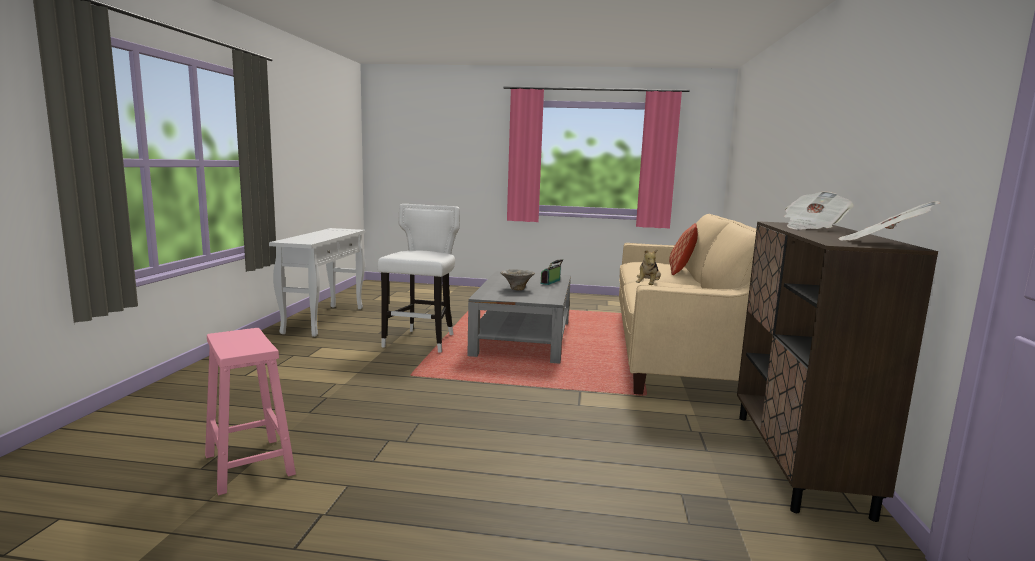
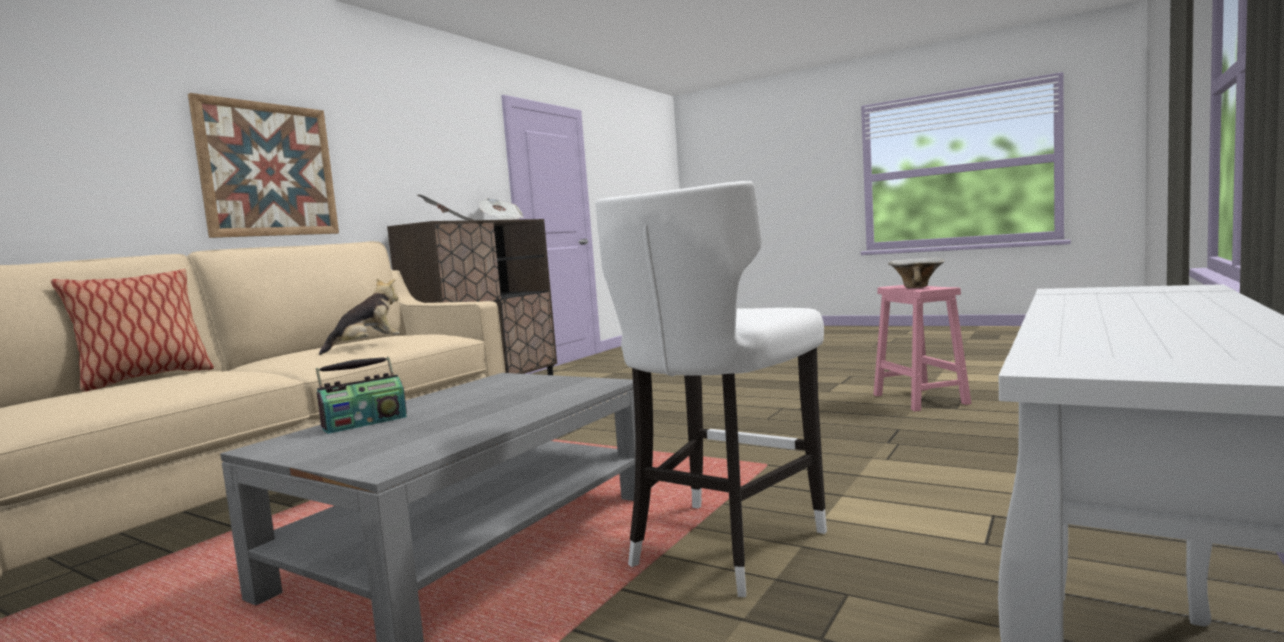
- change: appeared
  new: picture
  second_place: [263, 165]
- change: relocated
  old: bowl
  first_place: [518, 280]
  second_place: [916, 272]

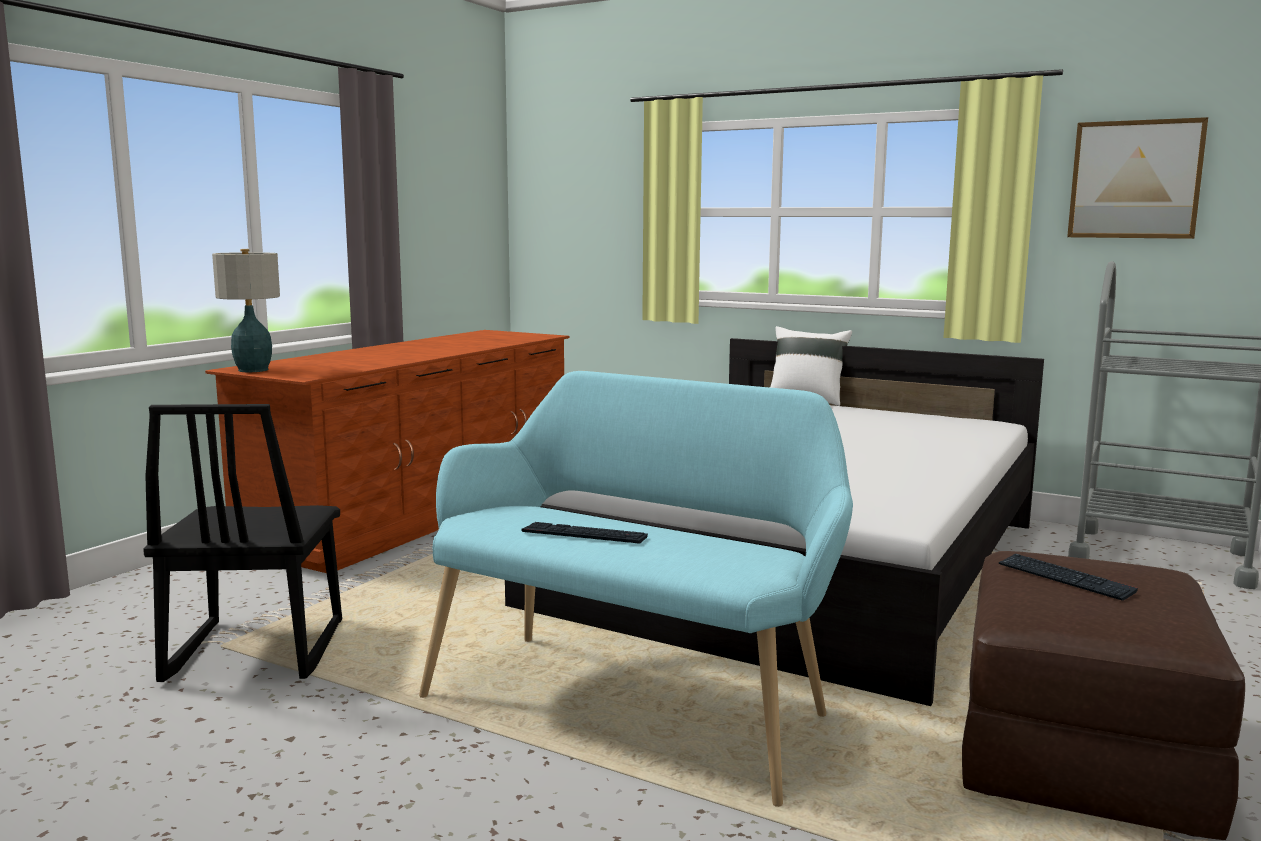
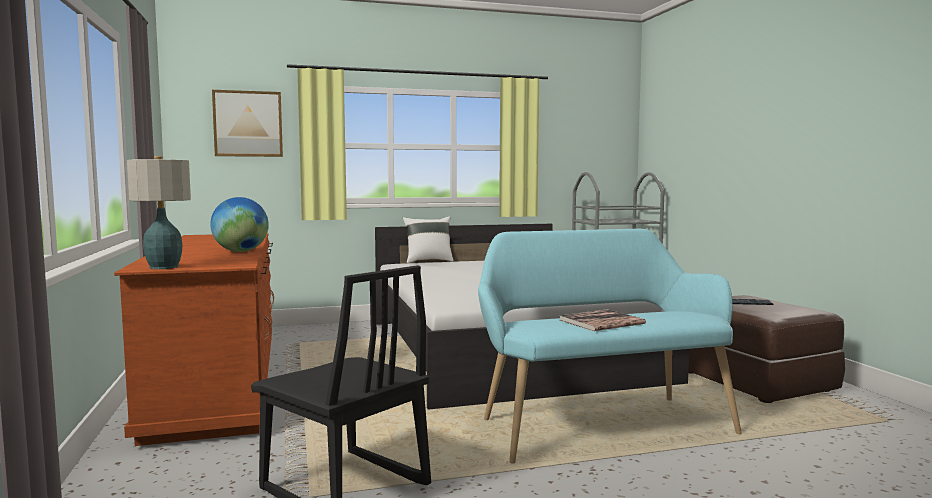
- change: appeared
  new: globe
  second_place: [239, 224]
- change: relocated
  old: picture
  first_place: [1137, 178]
  second_place: [247, 123]
- change: exchanged
  old: keyboard
  new: book
  first_place: [585, 533]
  second_place: [602, 320]

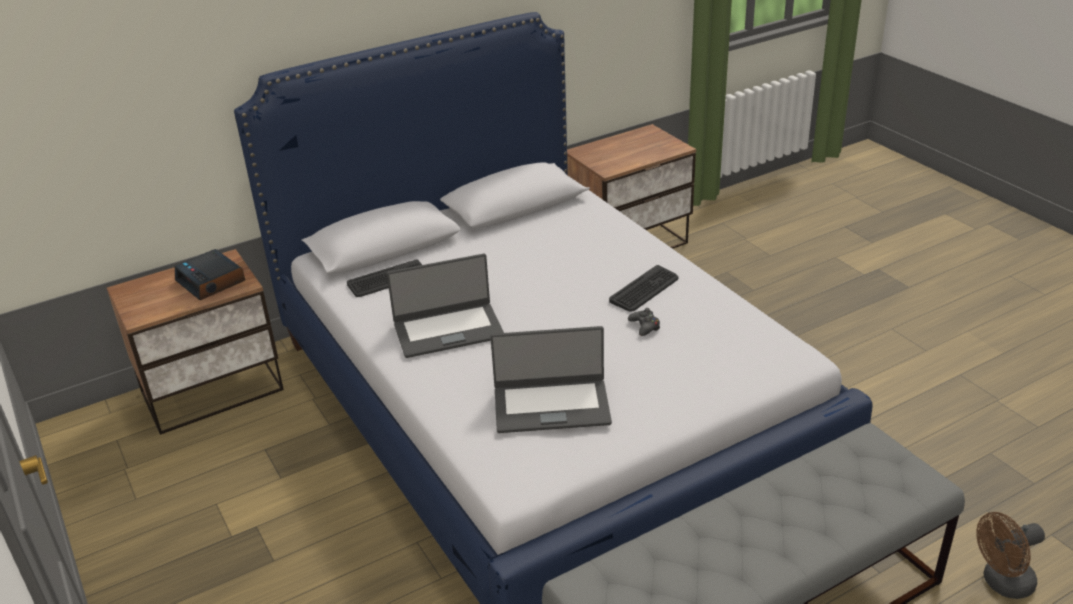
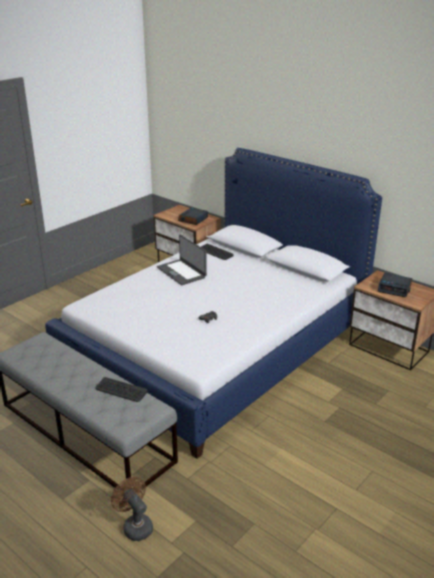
- change: relocated
  old: keyboard
  first_place: [643, 288]
  second_place: [122, 389]
- change: appeared
  new: alarm clock
  second_place: [395, 285]
- change: missing
  old: laptop
  first_place: [551, 379]

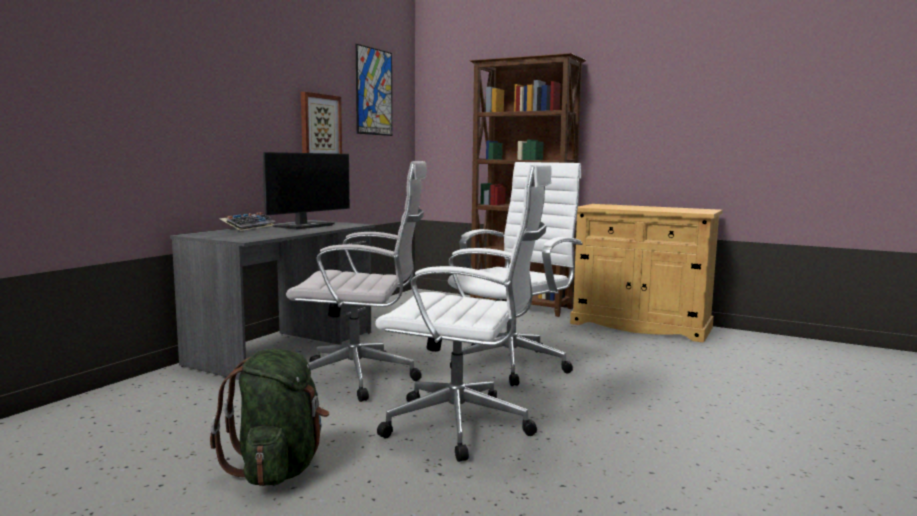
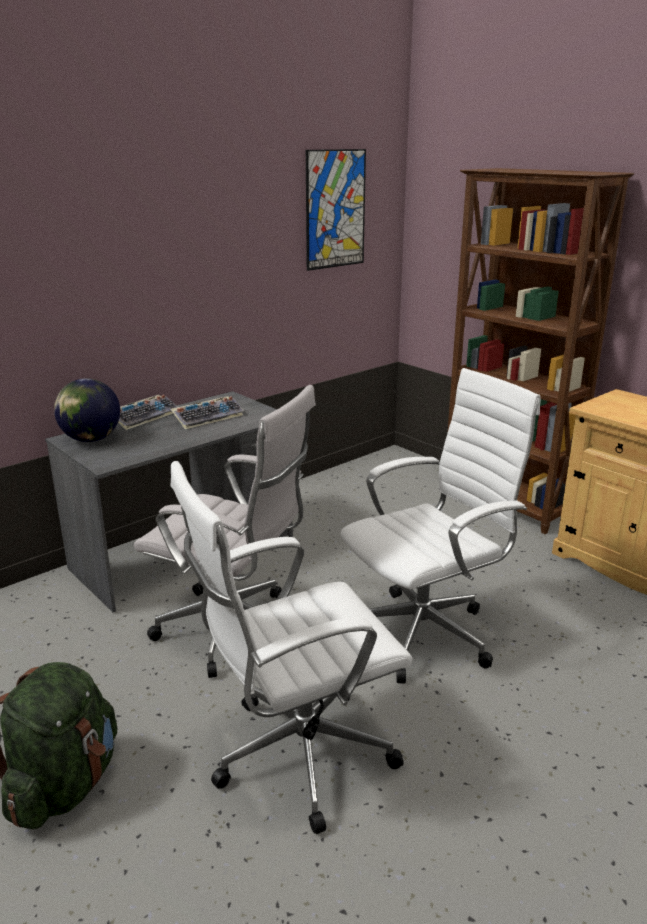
- change: appeared
  new: globe
  second_place: [87, 410]
- change: spun
  old: office chair (white)
  first_place: [463, 312]
  second_place: [291, 647]
  degrees: 120
- change: exchanged
  old: monitor
  new: keyboard
  first_place: [306, 191]
  second_place: [207, 412]
- change: missing
  old: picture
  first_place: [321, 123]

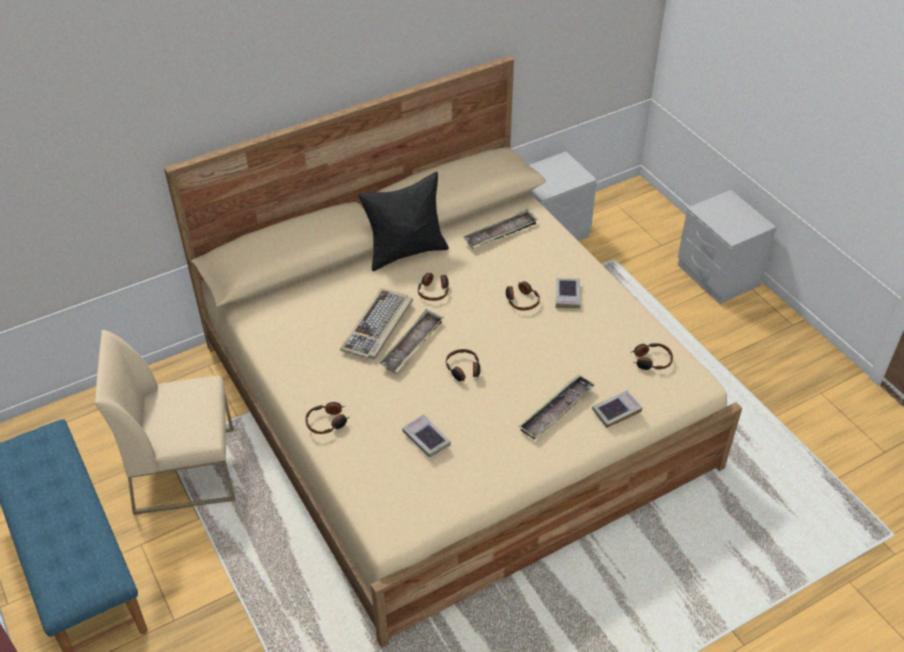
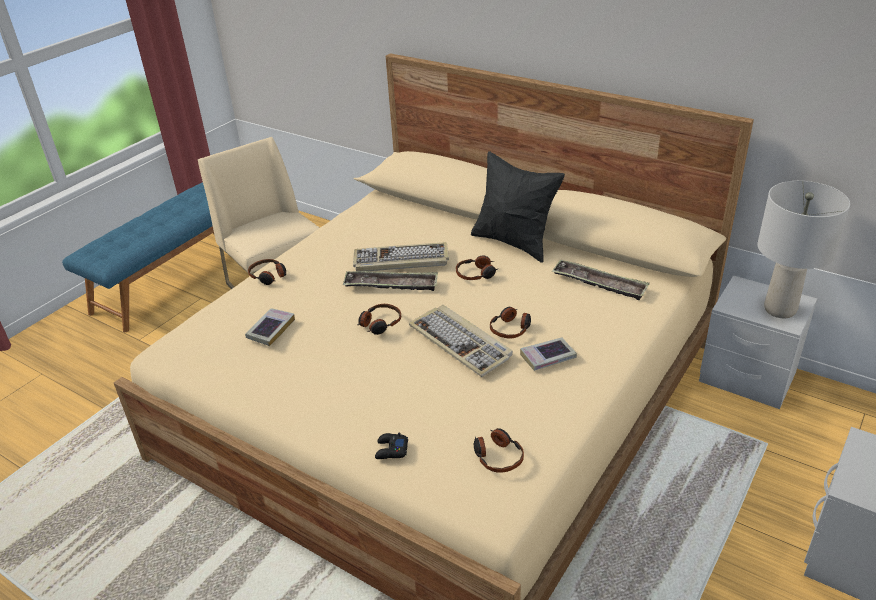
- change: exchanged
  old: book
  new: game controller (black)
  first_place: [617, 409]
  second_place: [391, 445]
- change: appeared
  new: keyboard
  second_place: [461, 341]
- change: appeared
  new: table lamp (grey)
  second_place: [803, 249]
- change: missing
  old: tray
  first_place: [557, 406]

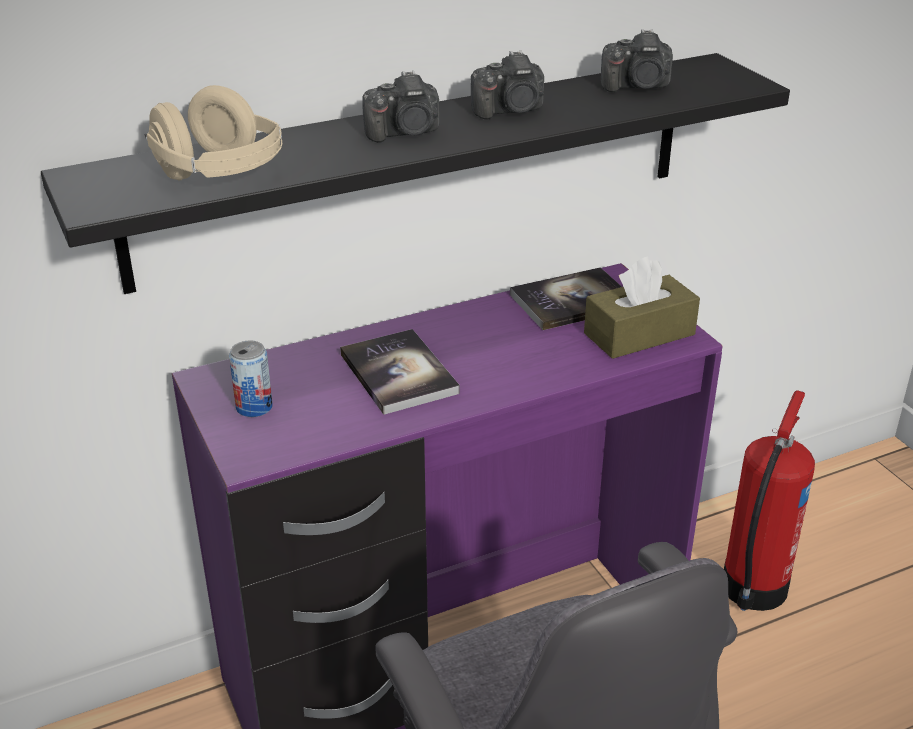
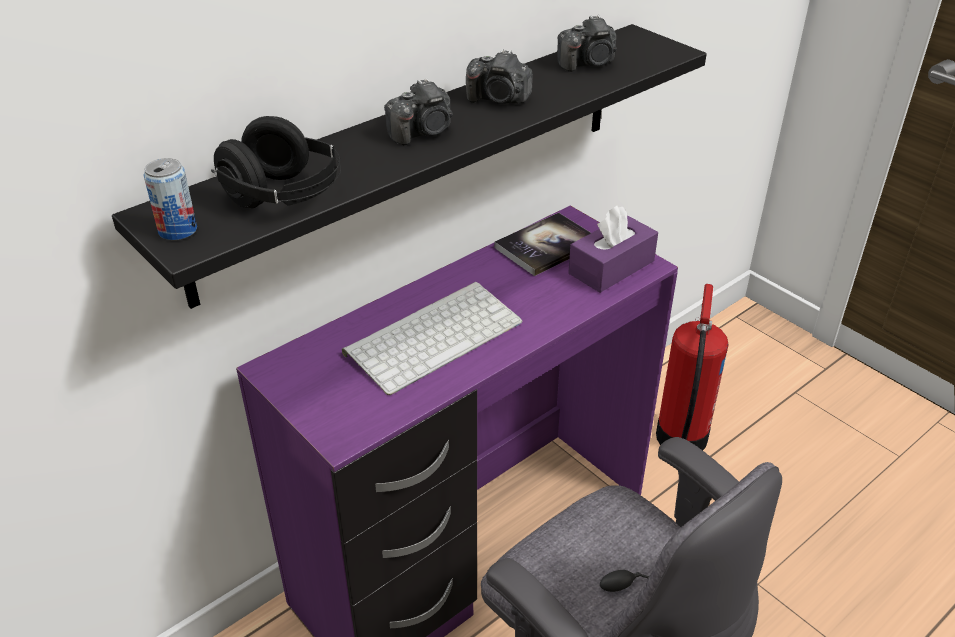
- change: relocated
  old: can
  first_place: [251, 378]
  second_place: [170, 199]
- change: colour
  old: headphones (beige)
  new: headphones (black)
  first_place: [213, 133]
  second_place: [276, 162]
- change: exchanged
  old: book
  new: keyboard
  first_place: [400, 372]
  second_place: [432, 338]
- change: spun
  old: photo camera
  first_place: [507, 85]
  second_place: [499, 76]
  degrees: 45
- change: colour
  old: tissue box (brown)
  new: tissue box (purple)
  first_place: [642, 307]
  second_place: [613, 249]

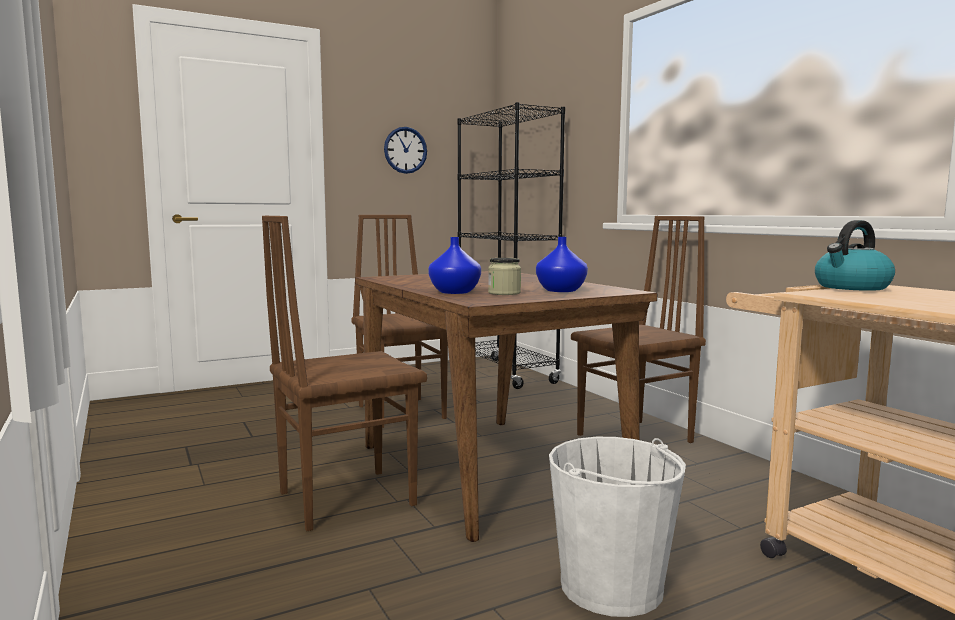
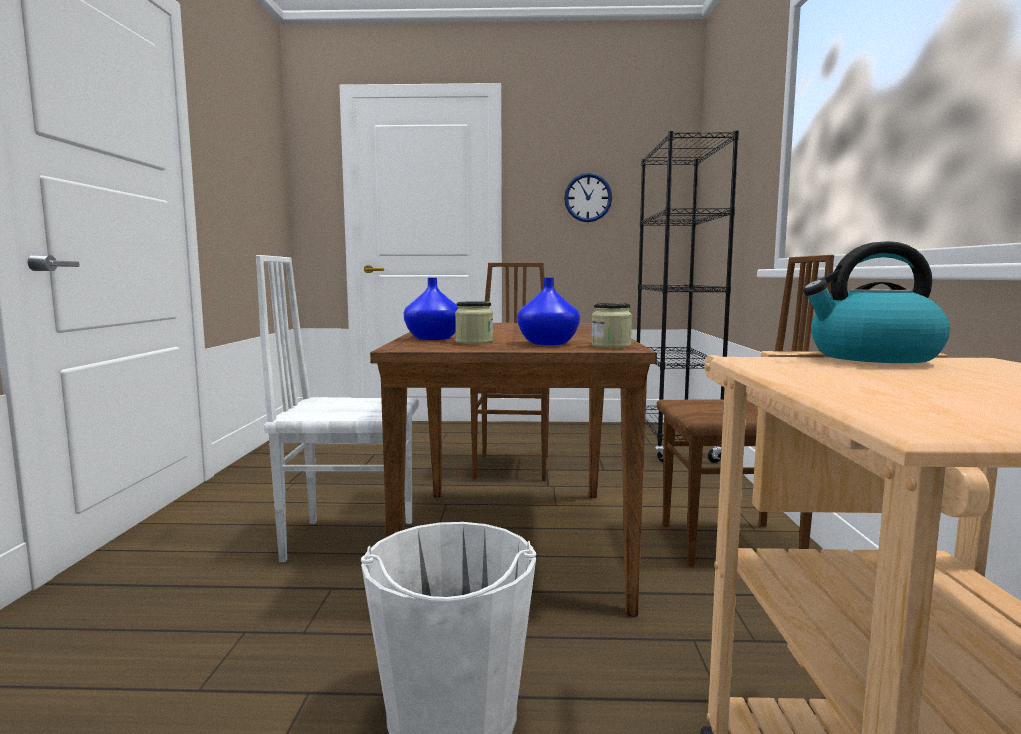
- change: colour
  old: chair (brown)
  new: chair (white)
  first_place: [344, 373]
  second_place: [337, 408]
- change: appeared
  new: jar
  second_place: [611, 325]

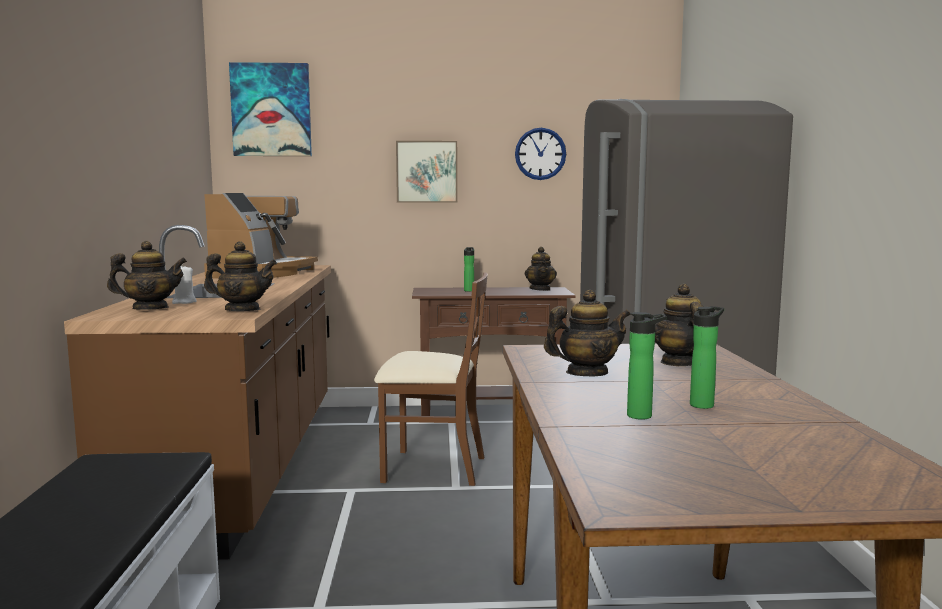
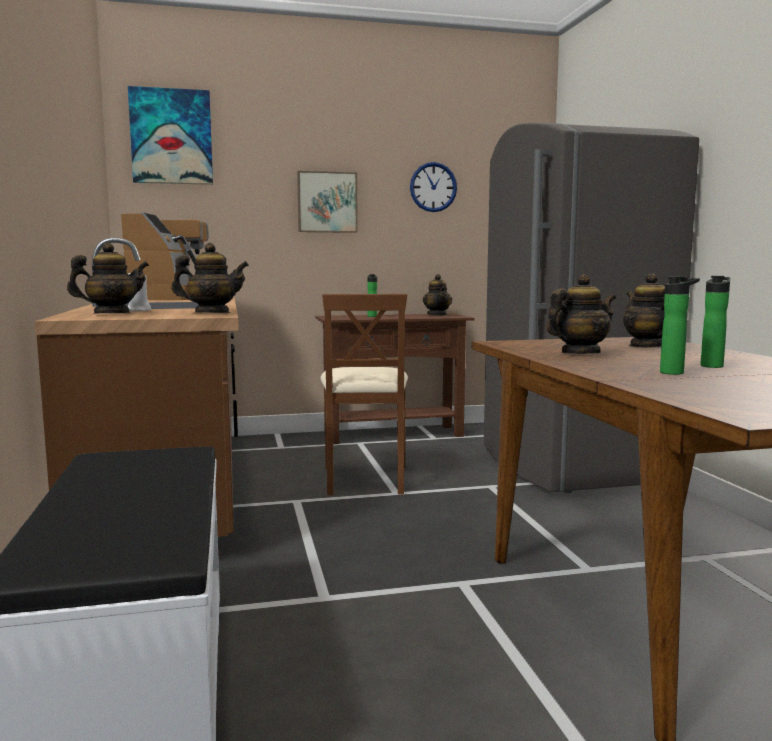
- change: spun
  old: chair (brown)
  first_place: [431, 379]
  second_place: [364, 394]
  degrees: 90

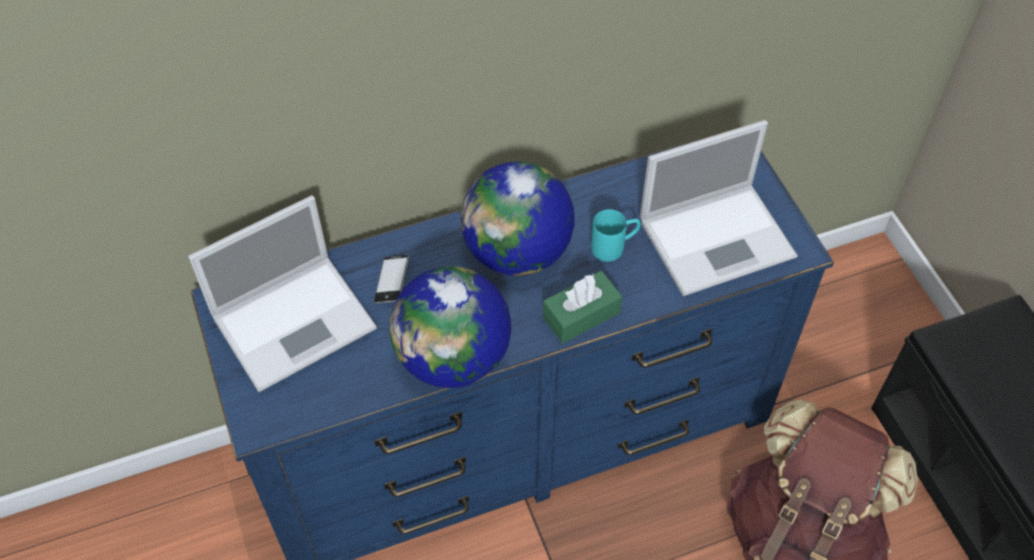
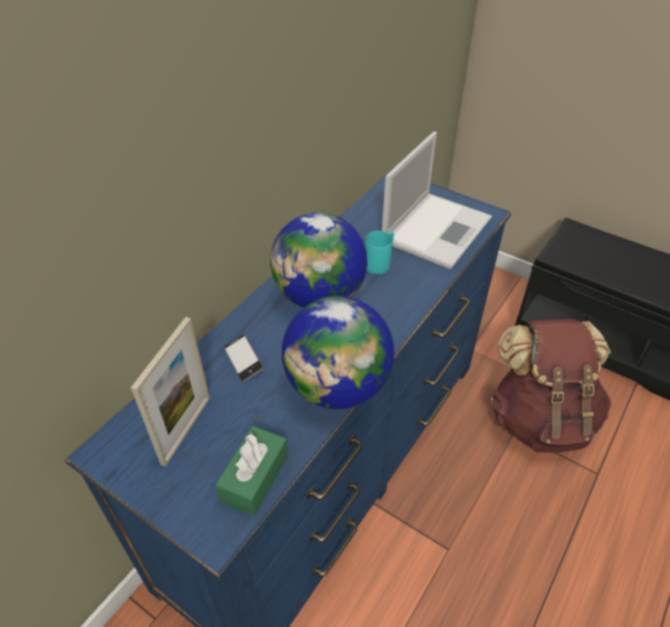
- change: exchanged
  old: laptop
  new: picture frame
  first_place: [282, 293]
  second_place: [170, 392]
- change: relocated
  old: tissue box (green)
  first_place: [582, 307]
  second_place: [251, 471]

